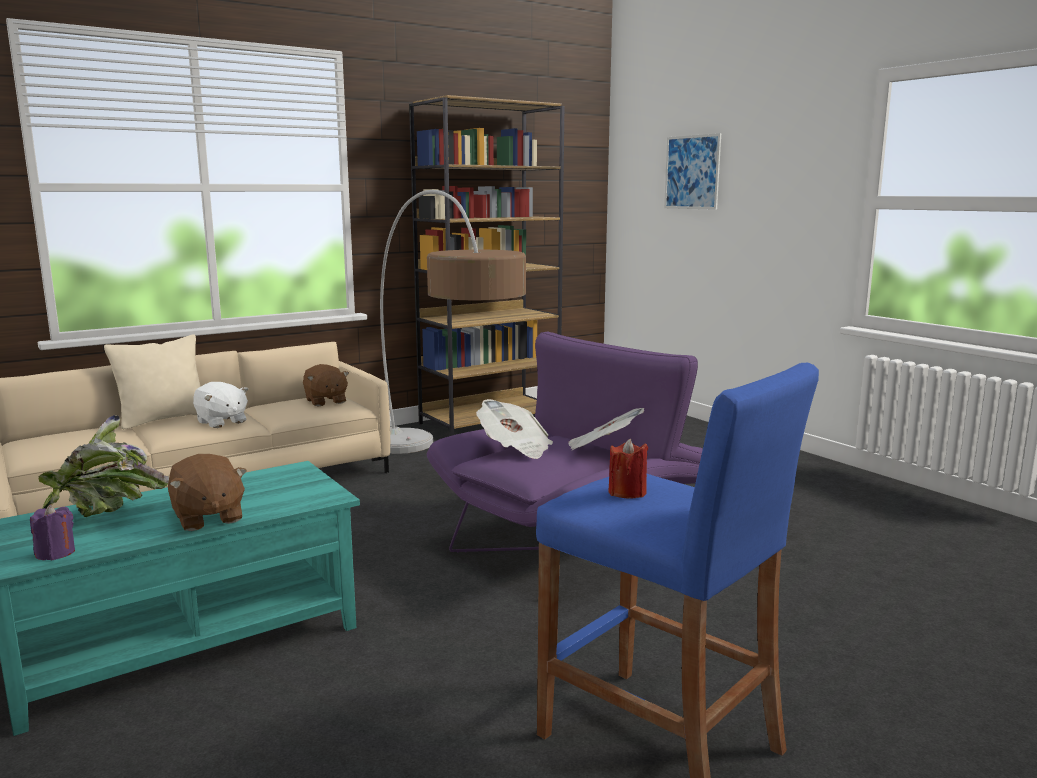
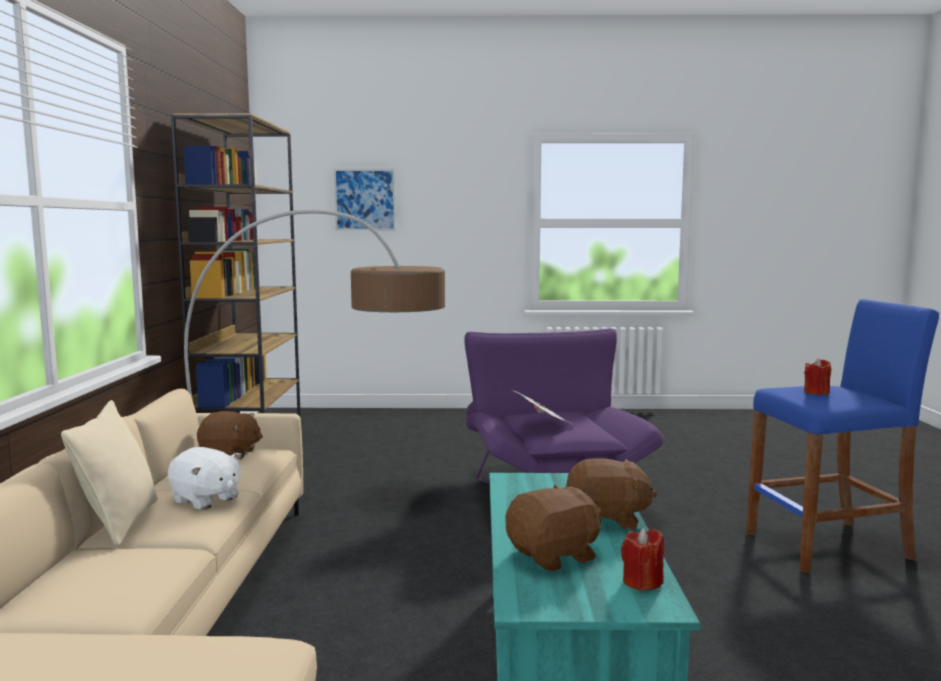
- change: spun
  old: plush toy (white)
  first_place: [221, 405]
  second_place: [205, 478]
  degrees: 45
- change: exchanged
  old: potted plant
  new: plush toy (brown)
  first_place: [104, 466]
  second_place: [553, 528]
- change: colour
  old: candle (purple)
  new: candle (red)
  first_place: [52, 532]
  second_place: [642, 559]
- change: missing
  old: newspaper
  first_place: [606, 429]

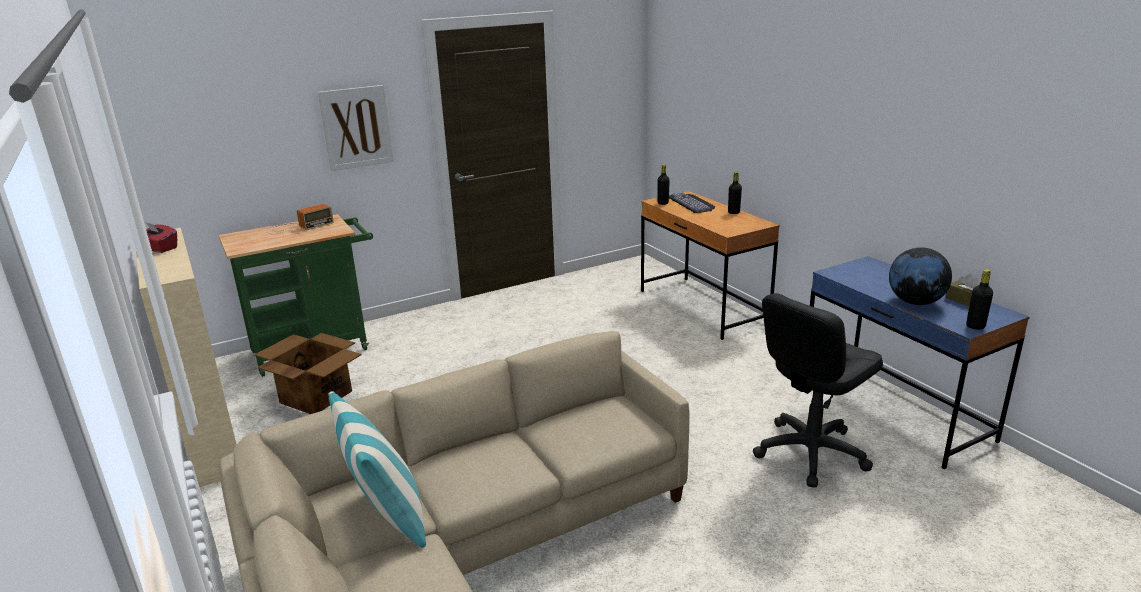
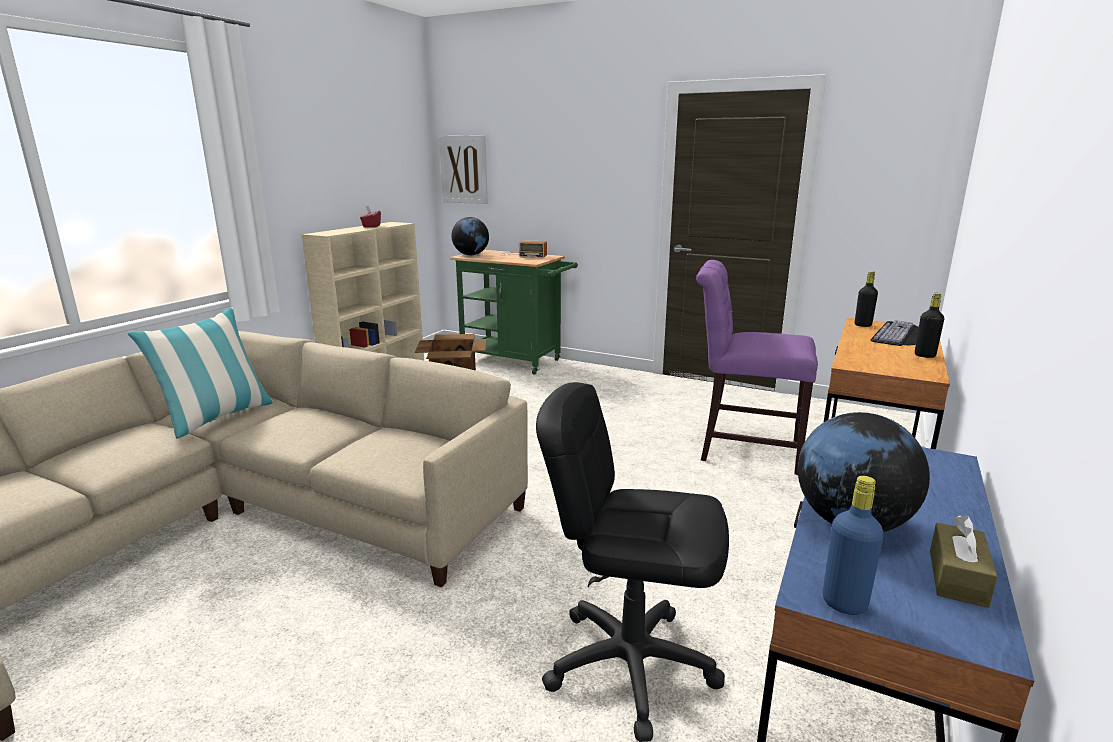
- change: relocated
  old: picture
  first_place: [356, 128]
  second_place: [463, 169]
- change: appeared
  new: globe
  second_place: [470, 236]
- change: appeared
  new: chair (purple)
  second_place: [757, 367]
- change: colour
  old: bottle (black)
  new: bottle (blue)
  first_place: [979, 299]
  second_place: [853, 545]

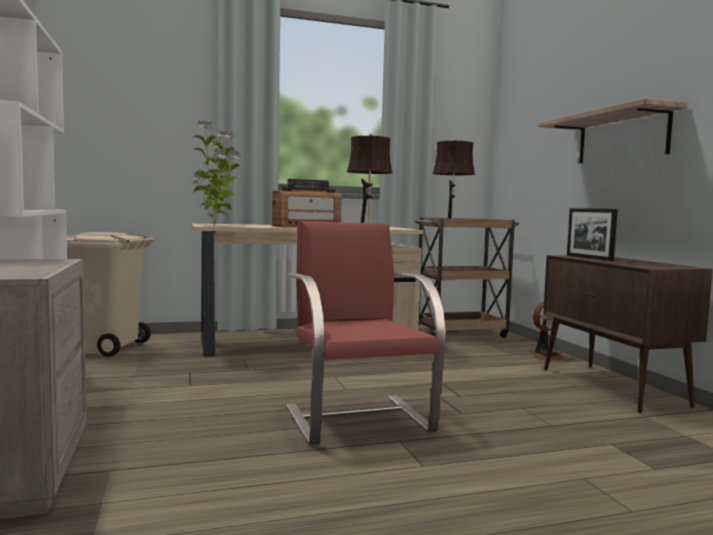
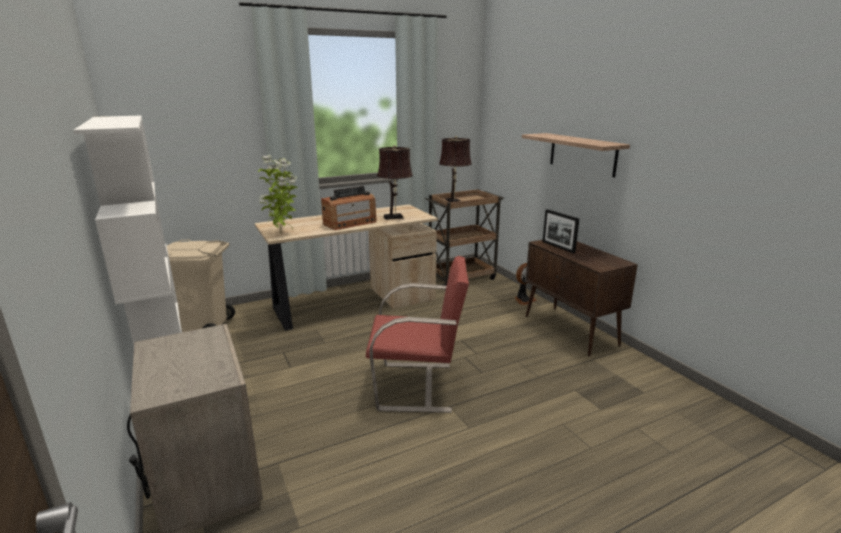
- change: spun
  old: chair (red)
  first_place: [366, 333]
  second_place: [417, 334]
  degrees: 120

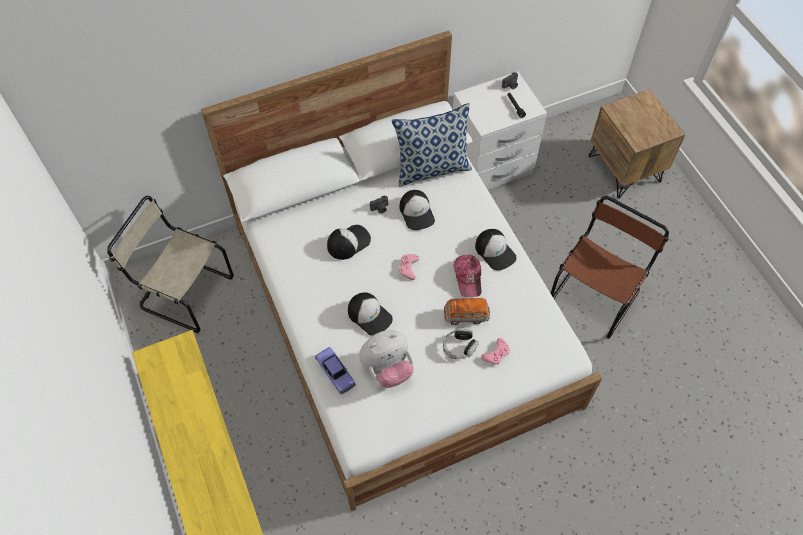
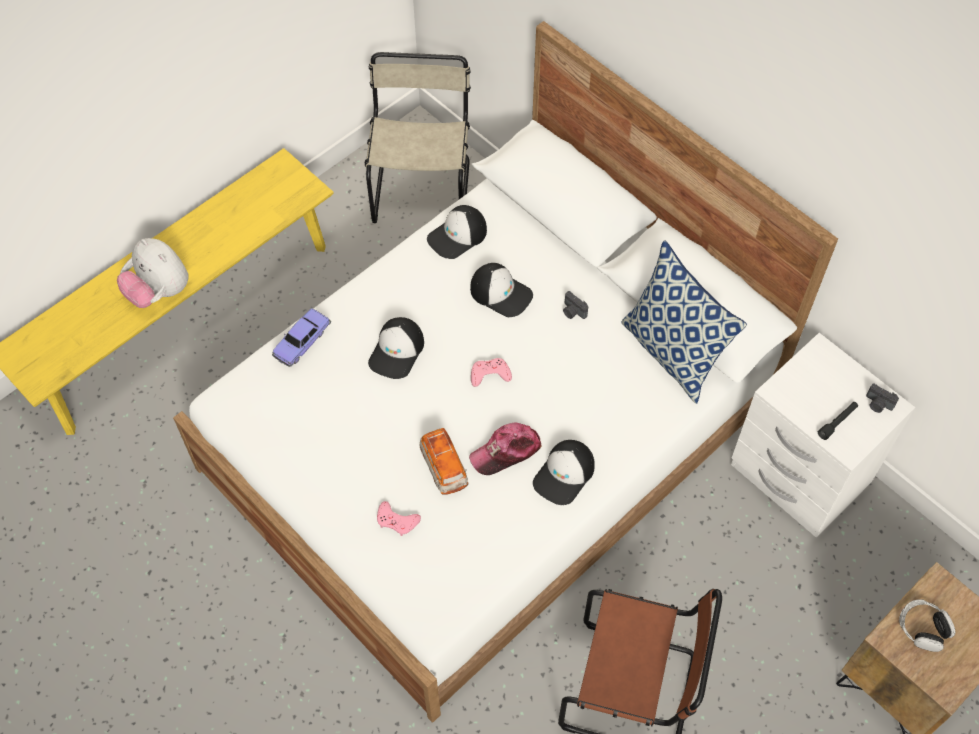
- change: relocated
  old: plush toy
  first_place: [386, 359]
  second_place: [153, 273]
- change: relocated
  old: cap
  first_place: [417, 210]
  second_place: [457, 232]
- change: relocated
  old: headphones
  first_place: [461, 343]
  second_place: [927, 625]

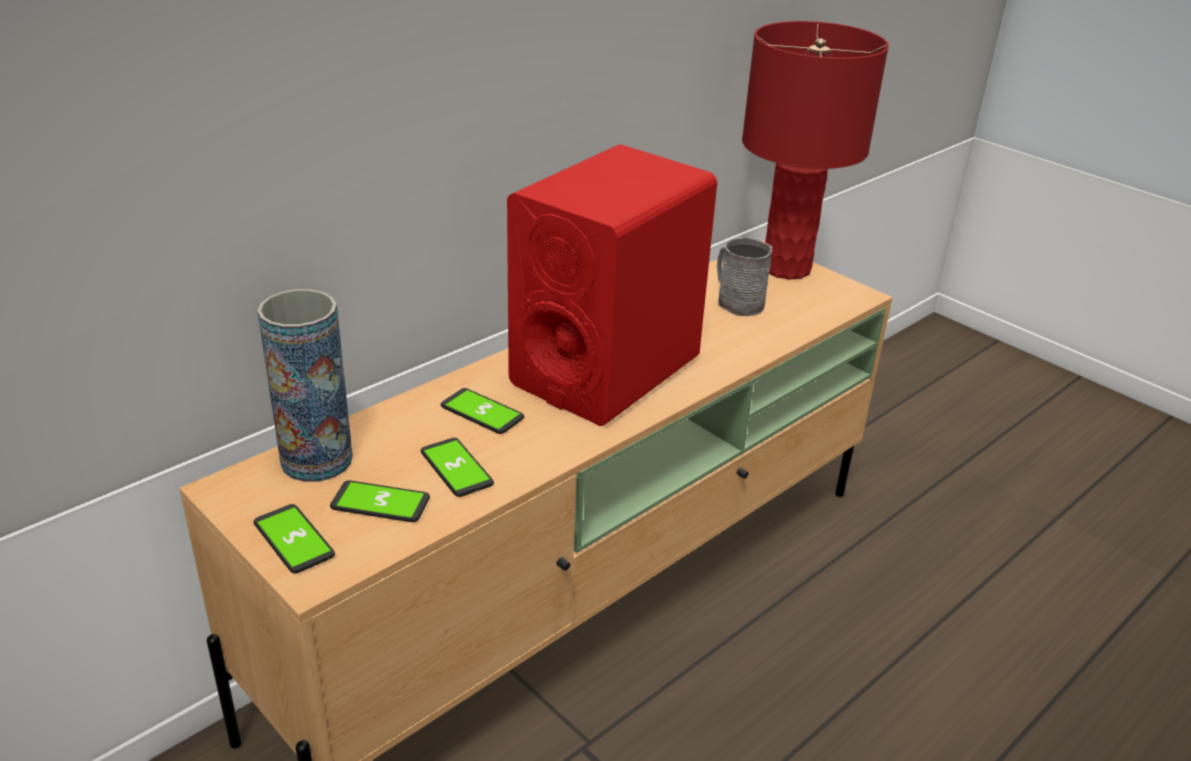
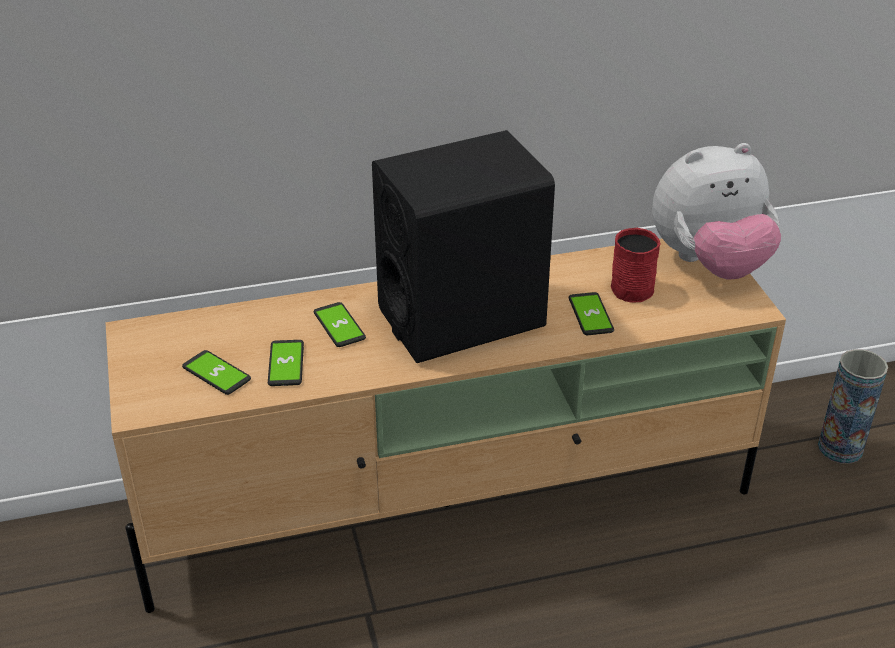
- change: colour
  old: speaker (red)
  new: speaker (black)
  first_place: [612, 285]
  second_place: [463, 246]
- change: relocated
  old: phone
  first_place: [294, 538]
  second_place: [591, 313]
- change: colour
  old: mug (grey)
  new: mug (red)
  first_place: [744, 276]
  second_place: [636, 265]
- change: exchanged
  old: table lamp (red)
  new: plush toy
  first_place: [815, 150]
  second_place: [716, 211]
- change: relocated
  old: vase
  first_place: [305, 385]
  second_place: [853, 406]

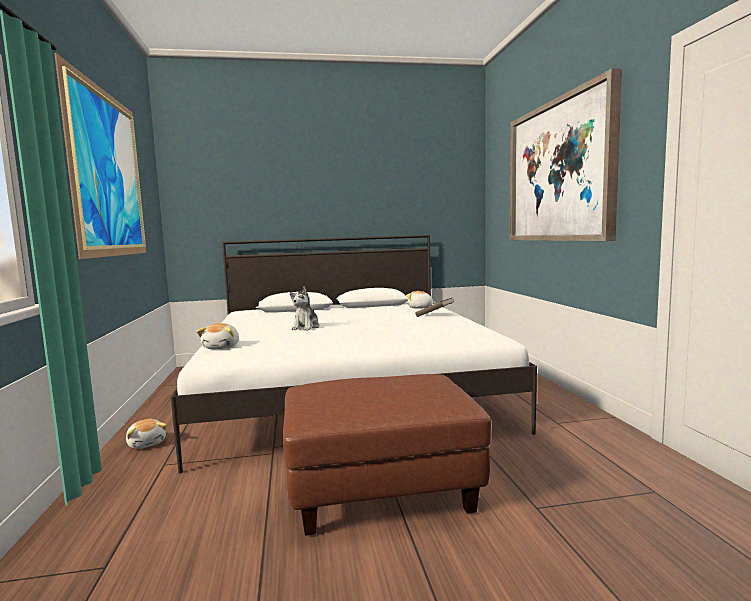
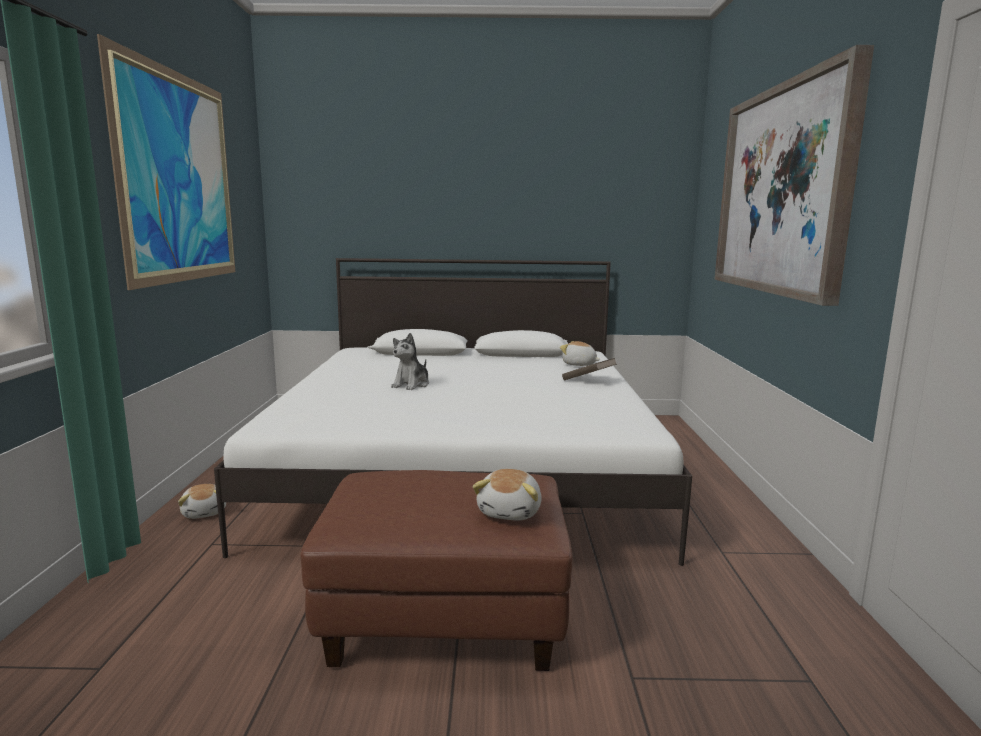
- change: relocated
  old: plush toy
  first_place: [217, 336]
  second_place: [507, 494]

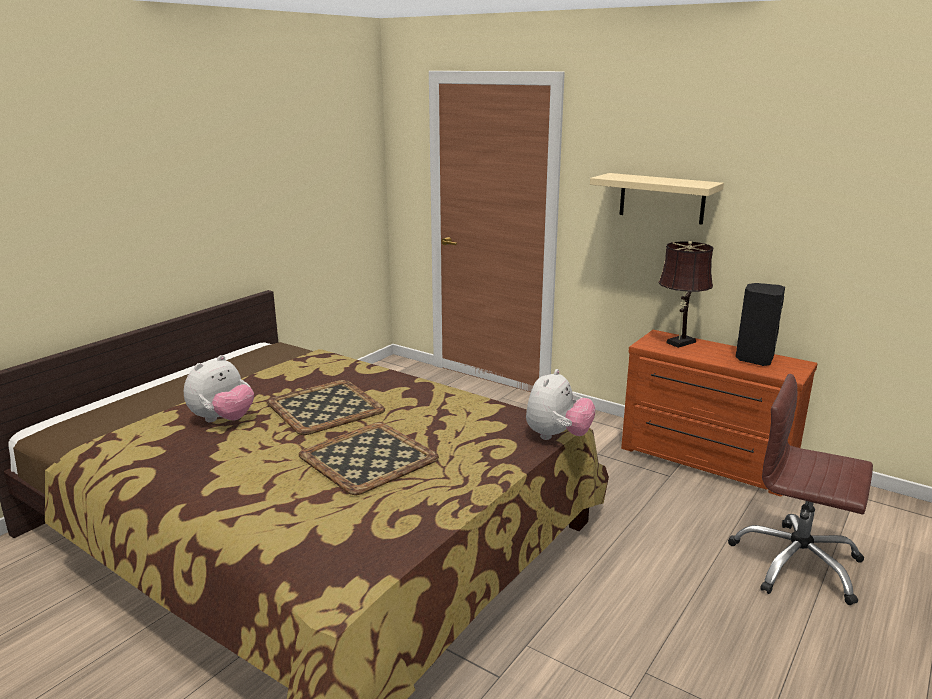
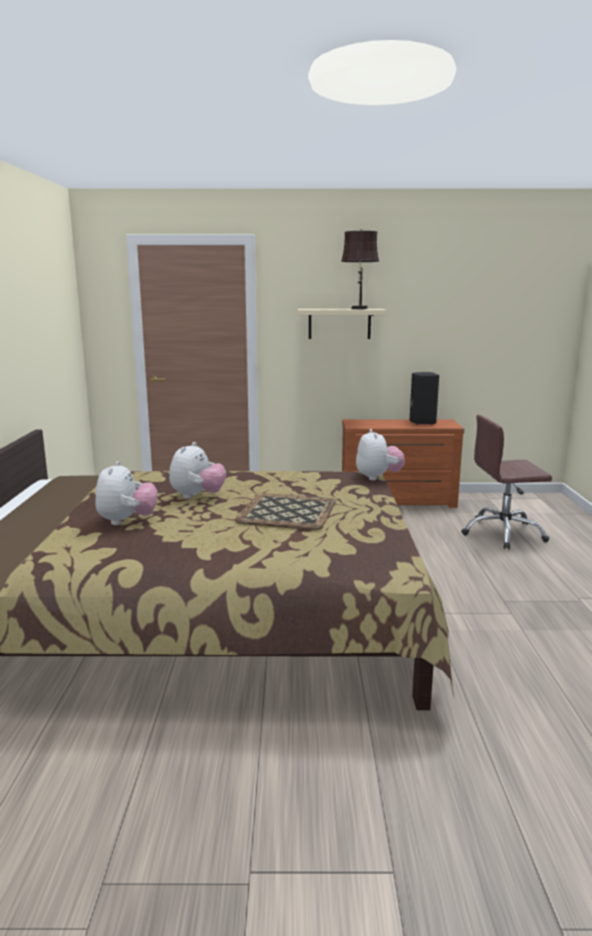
- change: exchanged
  old: tray
  new: plush toy
  first_place: [326, 407]
  second_place: [197, 470]
- change: relocated
  old: table lamp (brown)
  first_place: [686, 294]
  second_place: [360, 268]

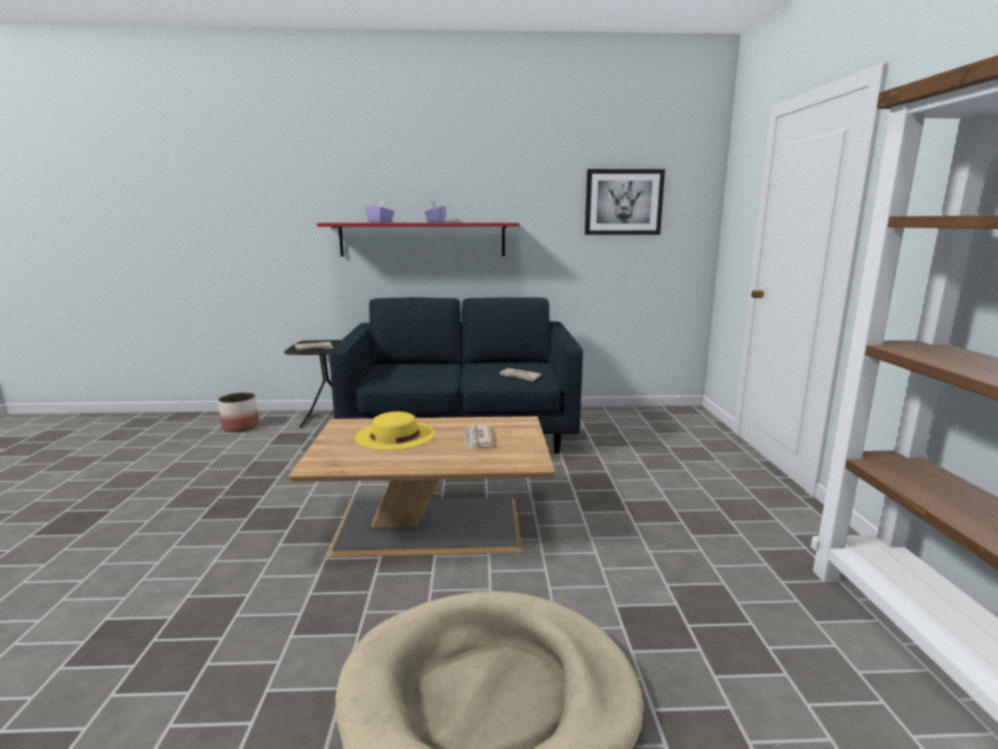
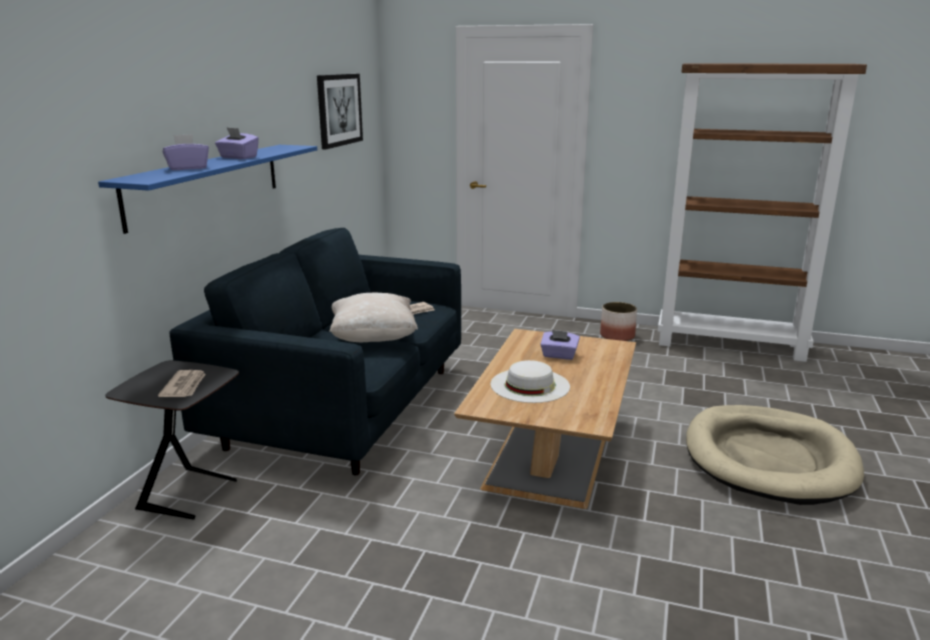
- change: colour
  old: shelf (red)
  new: shelf (blue)
  first_place: [418, 240]
  second_place: [207, 189]
- change: appeared
  new: pillow (beige)
  second_place: [373, 317]
- change: colour
  old: hat (yellow)
  new: hat (white)
  first_place: [394, 431]
  second_place: [530, 381]
- change: exchanged
  old: newspaper
  new: tissue box (purple)
  first_place: [478, 437]
  second_place: [560, 345]
- change: relocated
  old: planter
  first_place: [238, 412]
  second_place: [618, 321]

